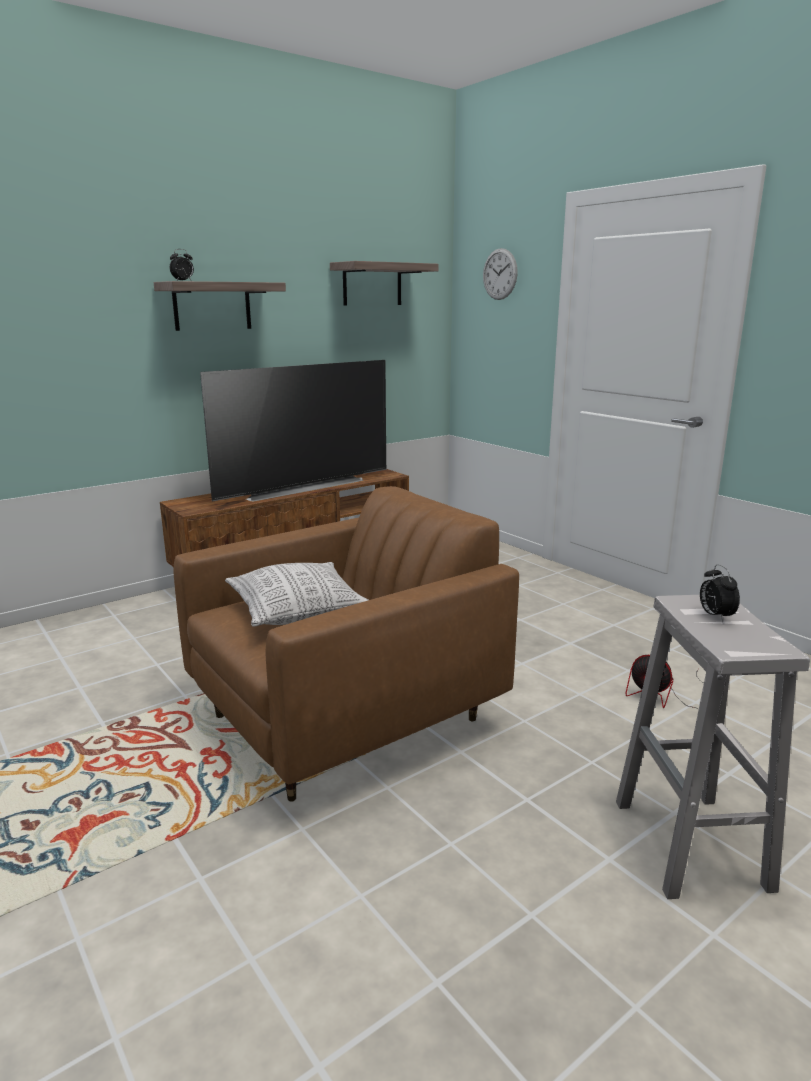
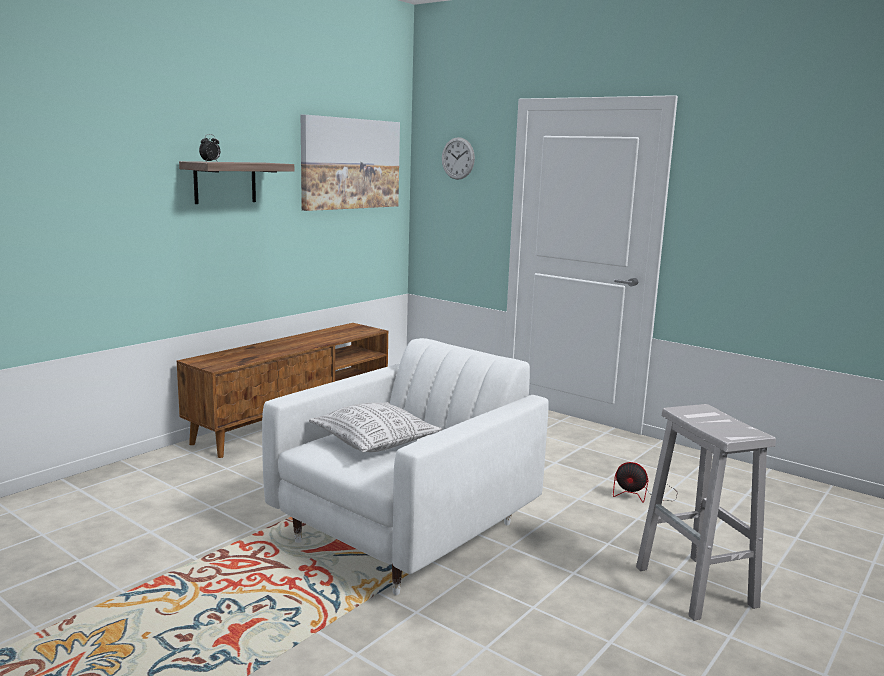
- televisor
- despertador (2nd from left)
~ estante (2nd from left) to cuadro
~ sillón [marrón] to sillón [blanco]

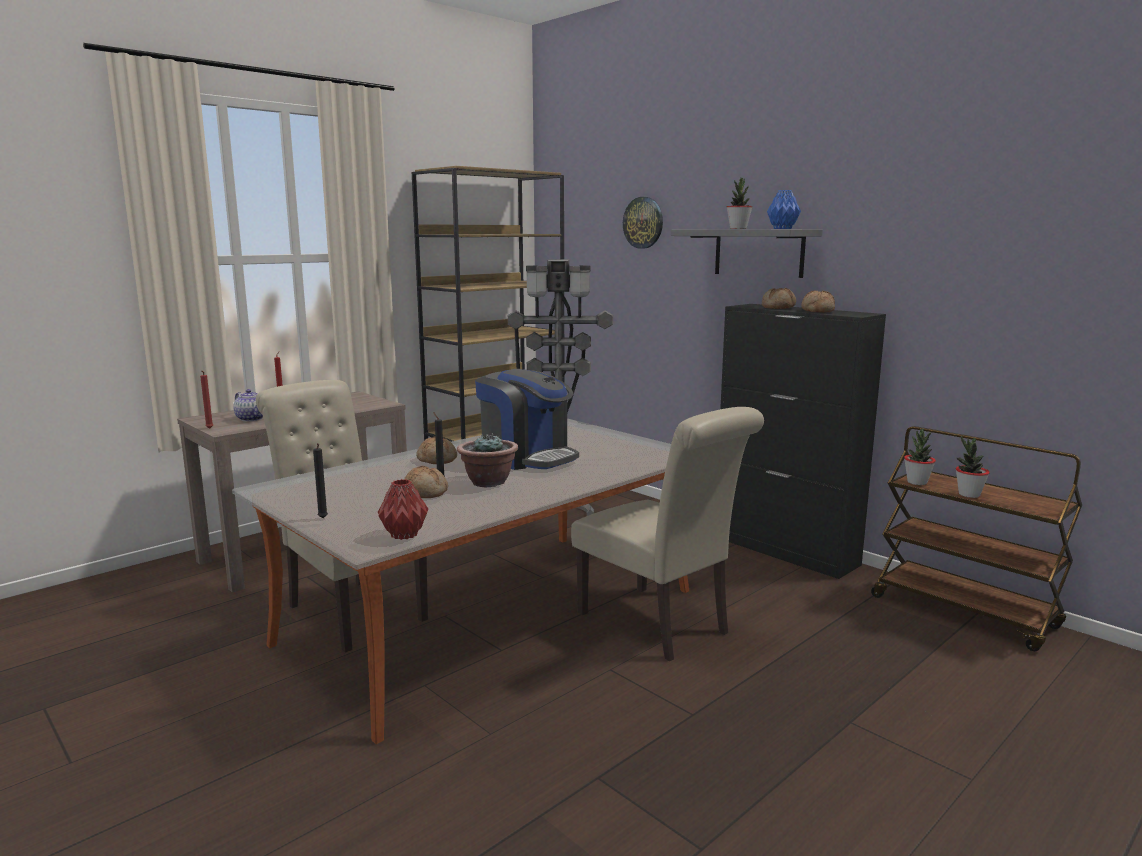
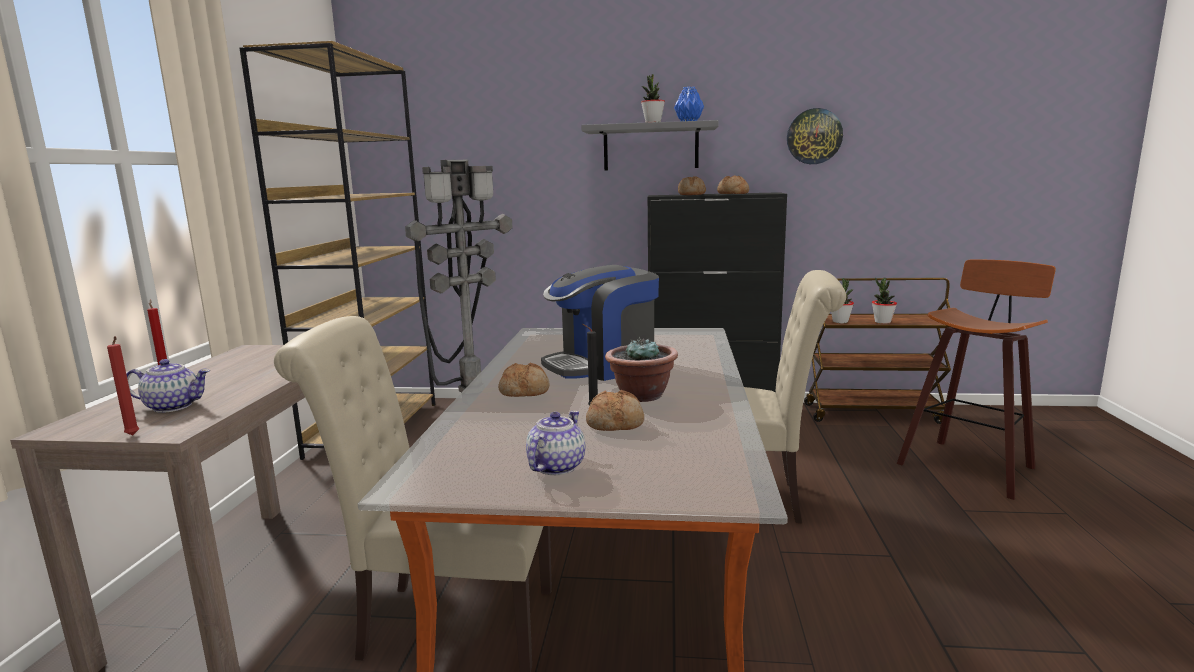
- vela [negro] (1st from left)
- florero [rojo]
+ tetera (2nd from left)
+ taburete
~ reloj de pared
~ cafetera 150 degrees clockwise

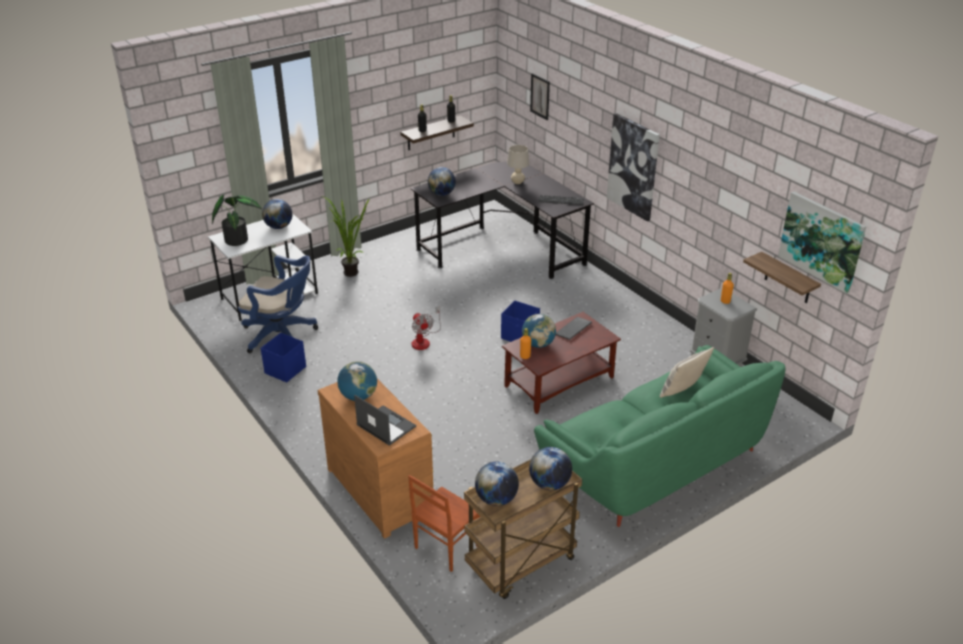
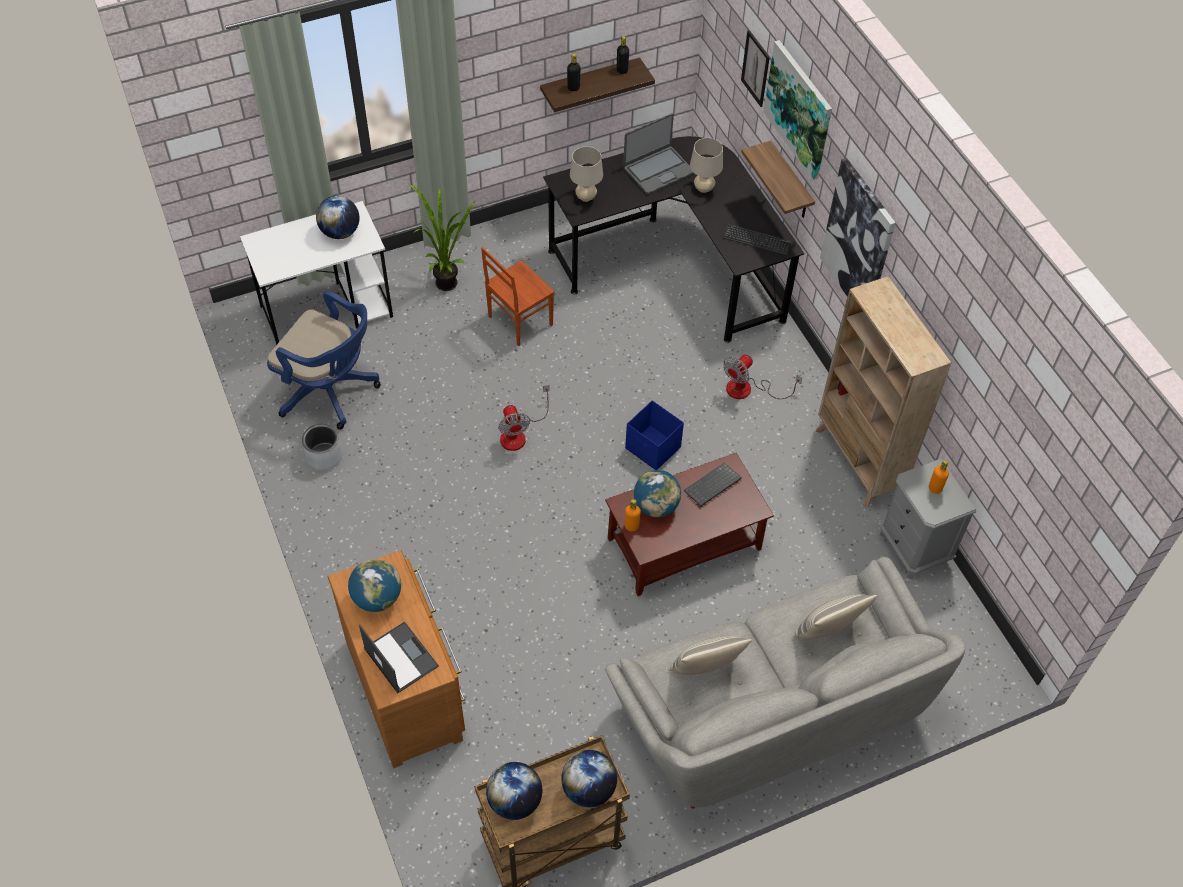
- planta en maceta (1st from left)
+ portátil (2nd from left)
+ cojín (1st from left)
+ ventilador (2nd from left)
+ estantería [beis]
~ silla [marrón]
~ estante (2nd from left)
~ cuadro (3rd from left in the first image) to cuadro (2nd from left)
~ caja de almacenaje [azul] (1st from left) to maceta [gris]
~ globo terráqueo (3rd from left) to lámpara de mesa [beis] (1st from left)
~ sofá [verde] to sofá [gris]

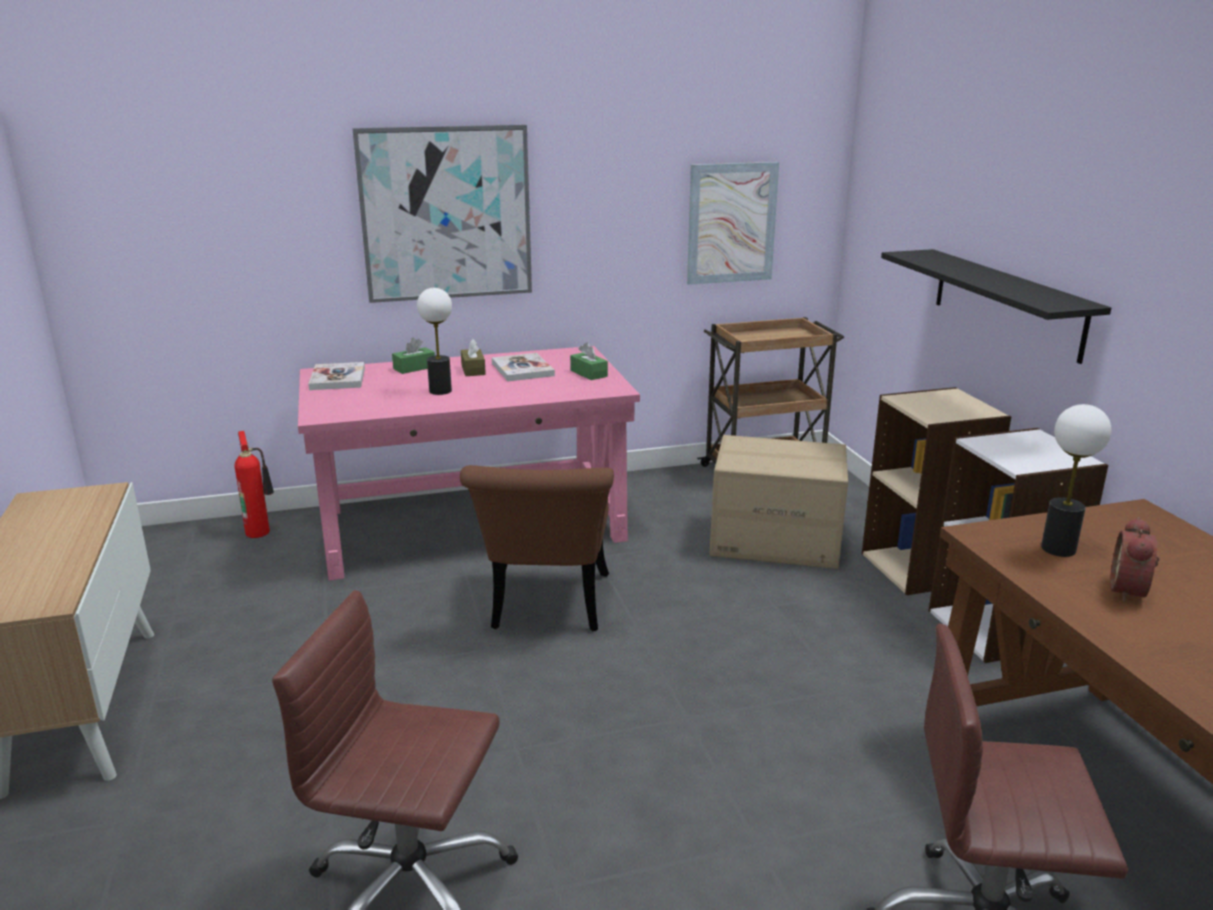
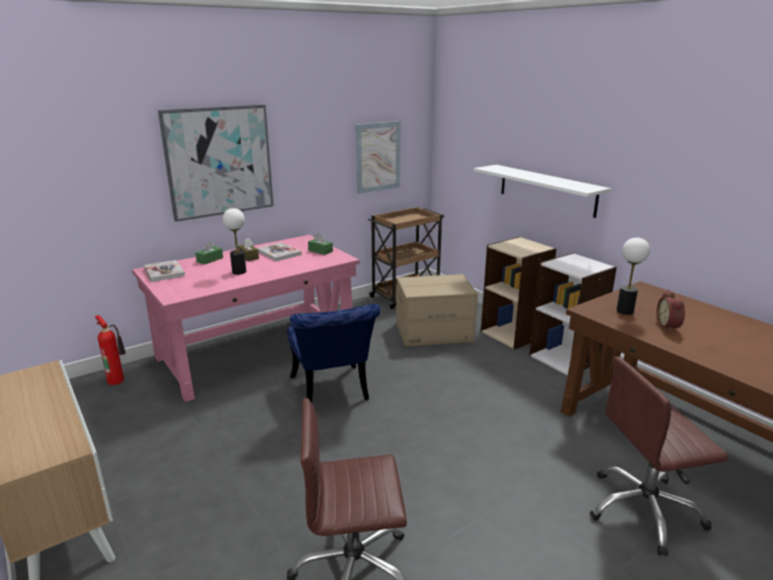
~ silla [marrón] to silla [azul]
~ estante [negro] to estante [blanco]

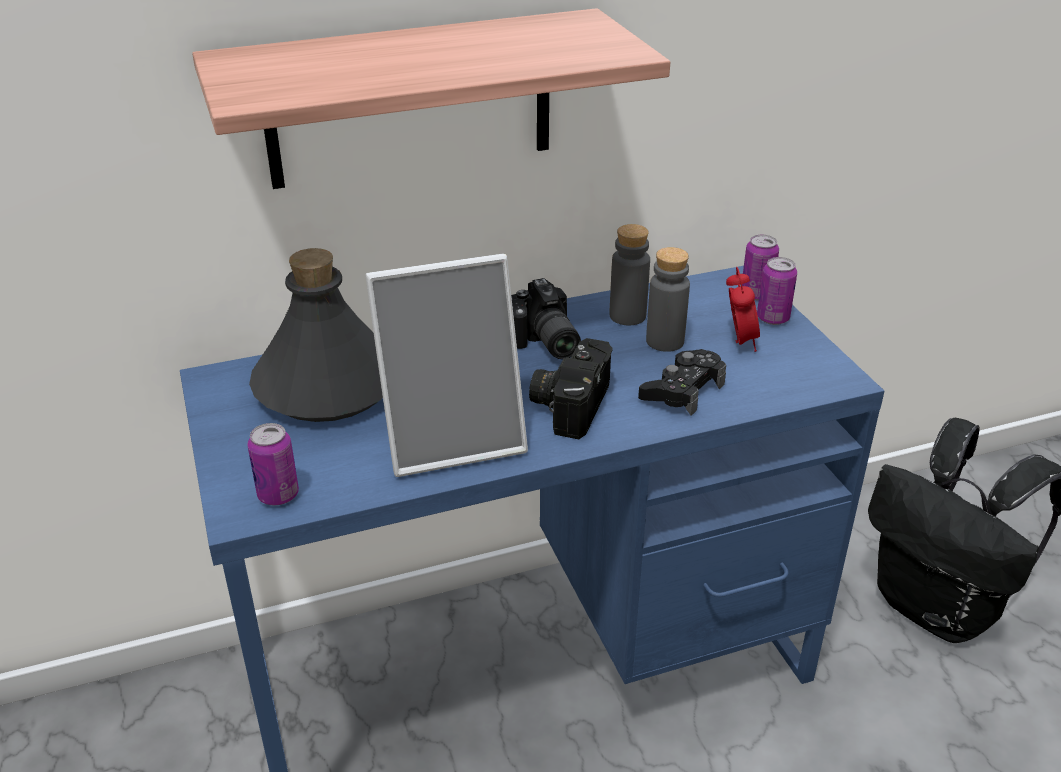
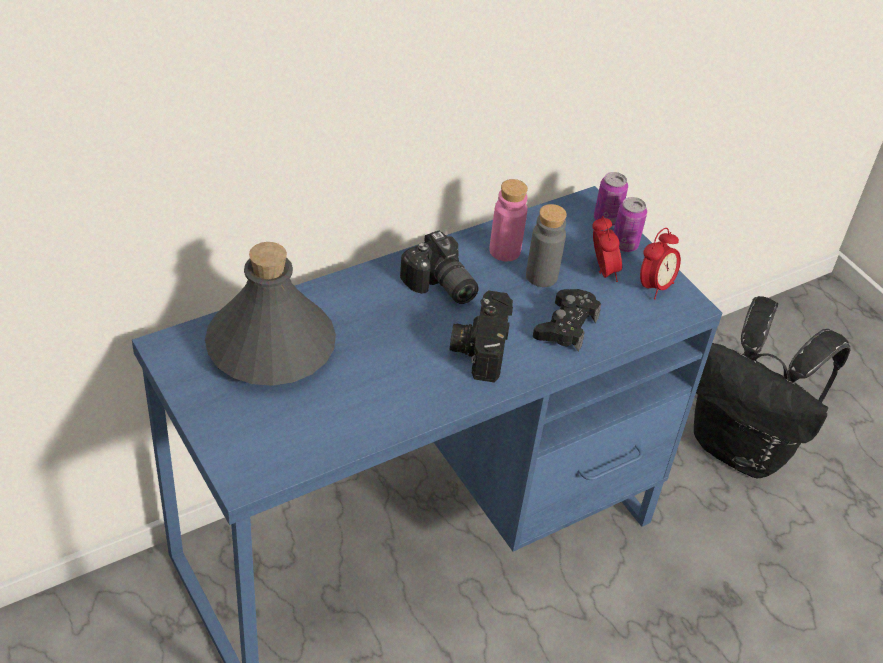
- estante
- lata (1st from left)
- portarretratos
+ despertador (2nd from left)
~ botella [gris] (2nd from left) to botella [rosa]

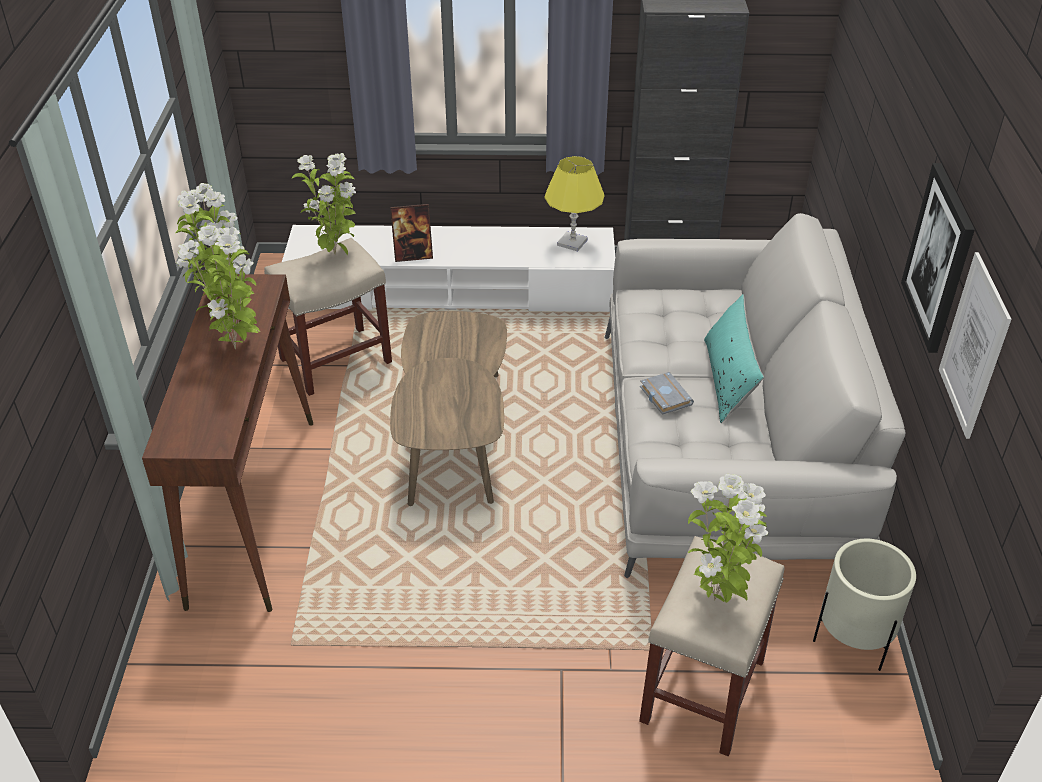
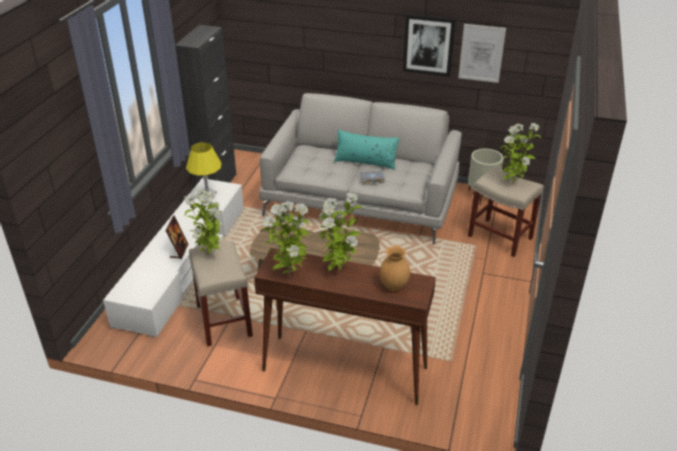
+ florero [marrón]

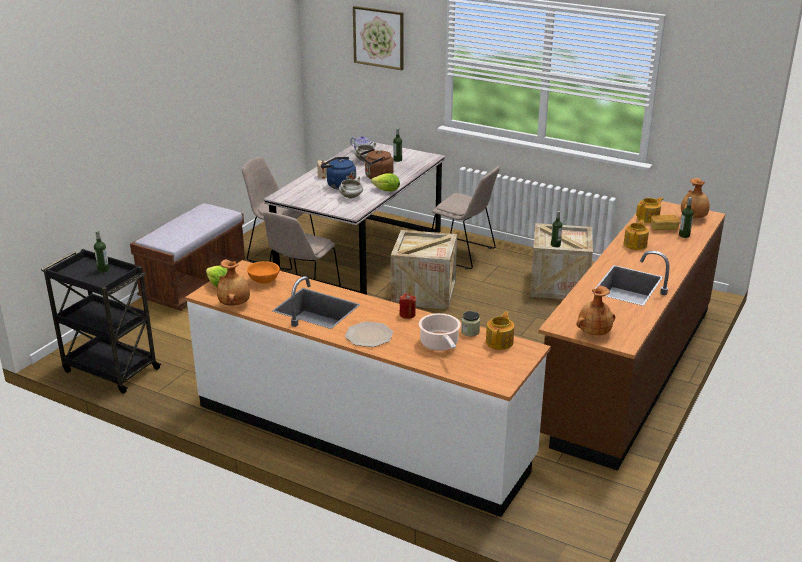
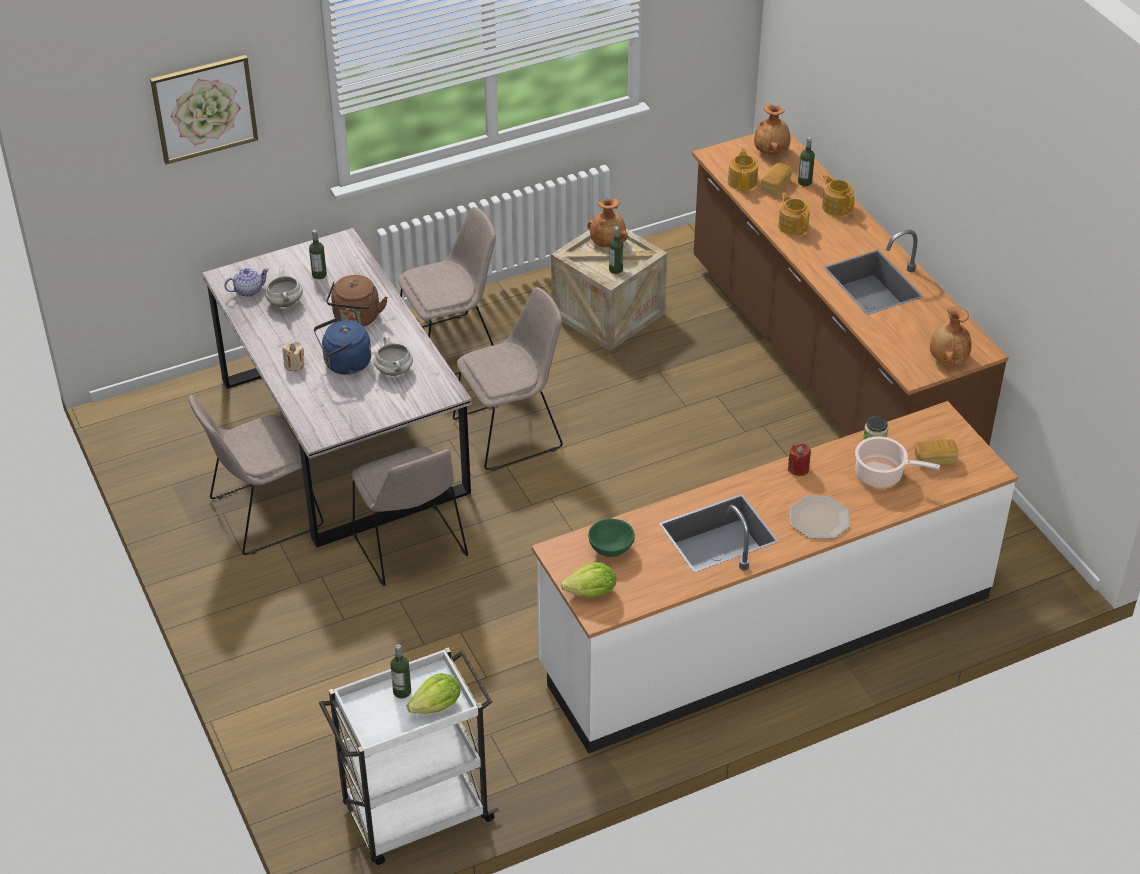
- banco [marrón]
+ pan (2nd from left)
~ florero [marrón] (1st from left)
~ lechuga (2nd from left in the first image) to lechuga (1st from left)
~ tetera (2nd from left in the first image) to tetera (4th from left)
~ caja de embalaje (1st from left) to silla [beis] (4th from left)
~ carrito [negro] to carrito [blanco]
~ cuenco [naranja] to cuenco [verde]

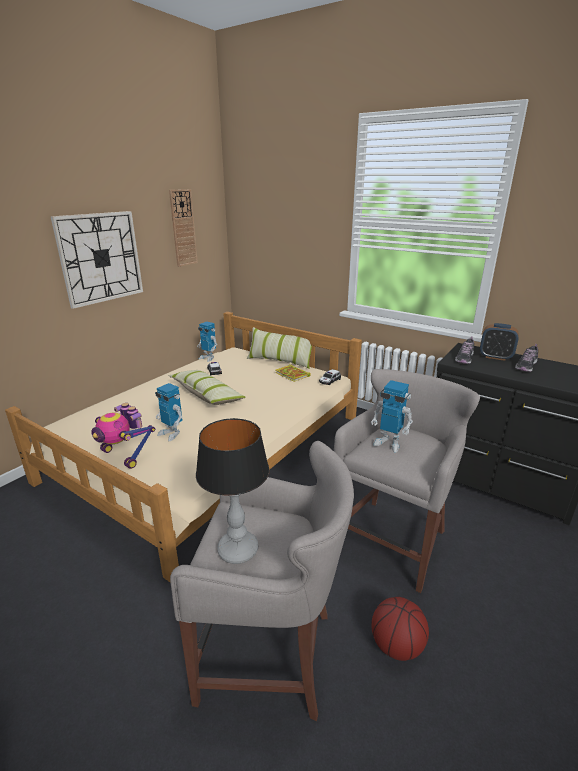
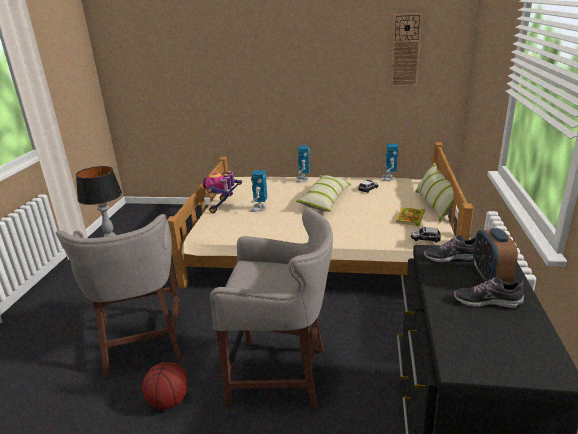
- reloj de pared (1st from left)
~ robot de juguete (4th from left in the first image) to robot de juguete (3rd from left)

